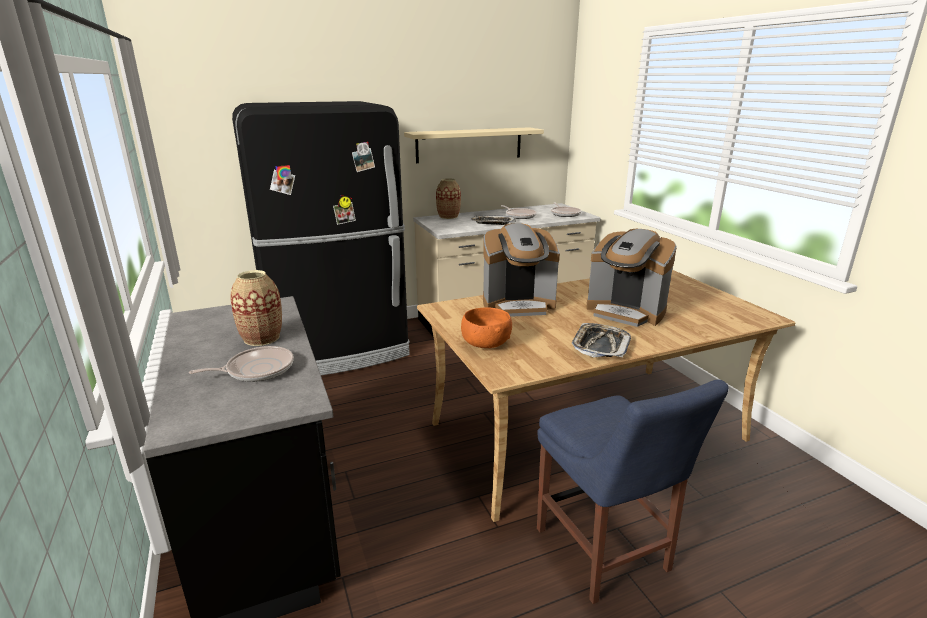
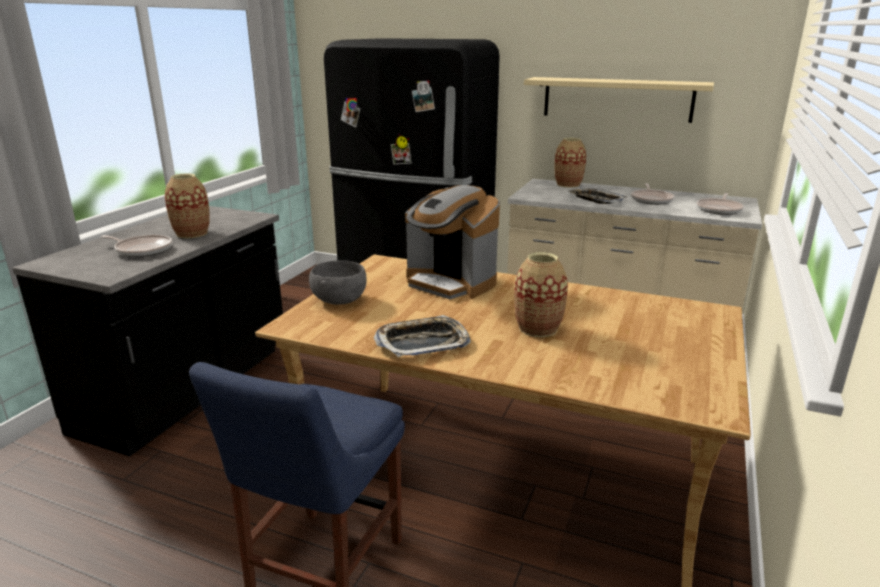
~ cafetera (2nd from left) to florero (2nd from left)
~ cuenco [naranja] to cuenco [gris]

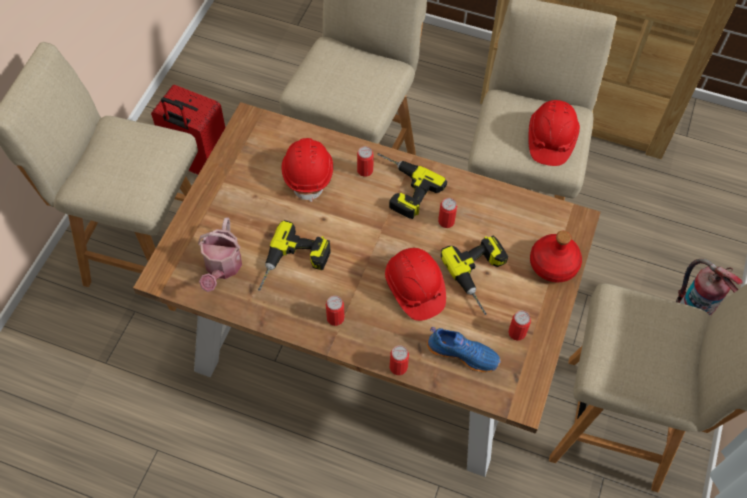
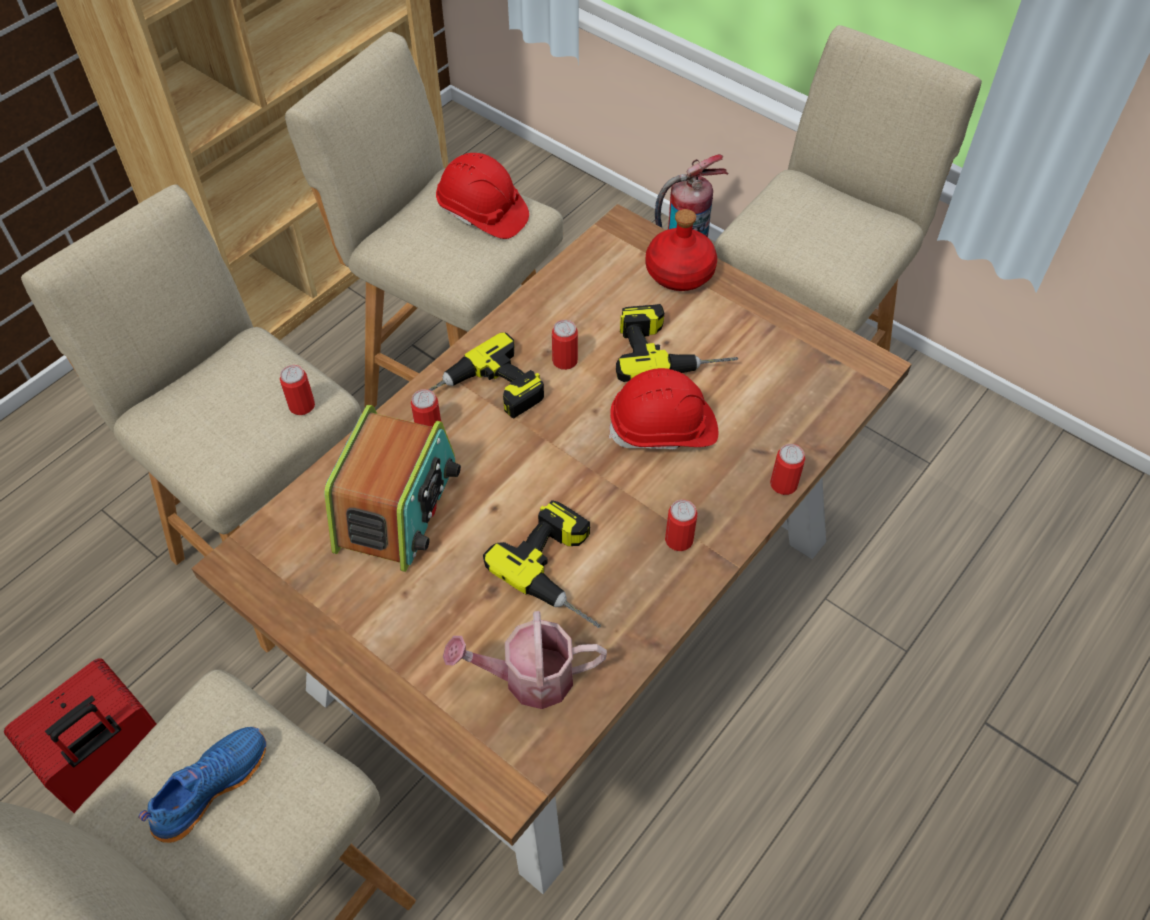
~ zapato [azul]
~ lata (5th from left in the first image) to lata (1st from left)
~ casco [rojo] (1st from left) to radio
~ regadera 150 degrees clockwise

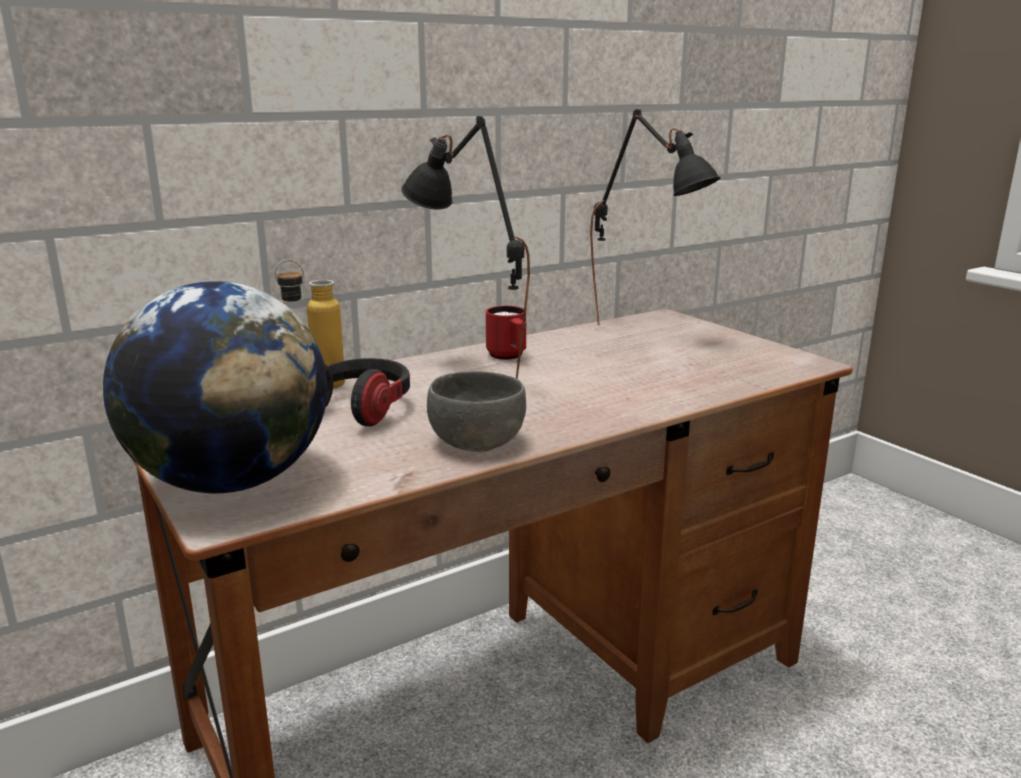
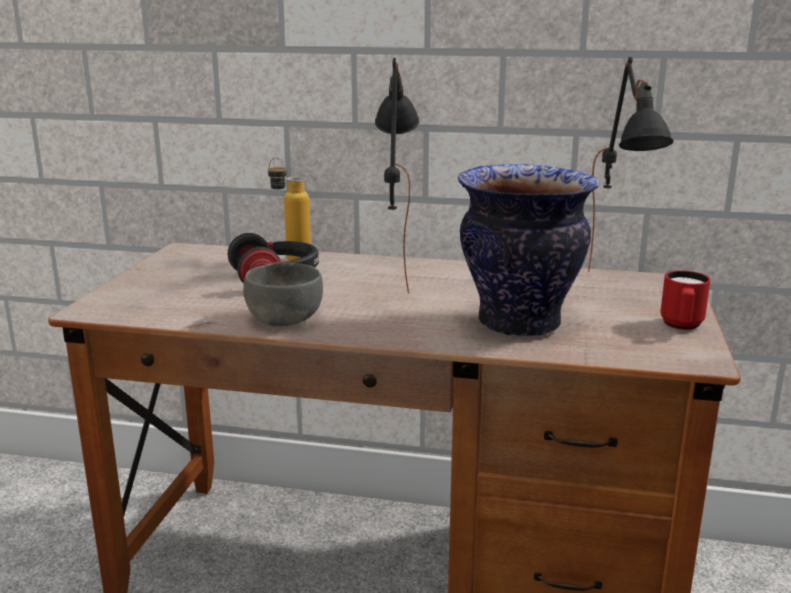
- globo terráqueo
+ florero
~ taza grande [rojo]

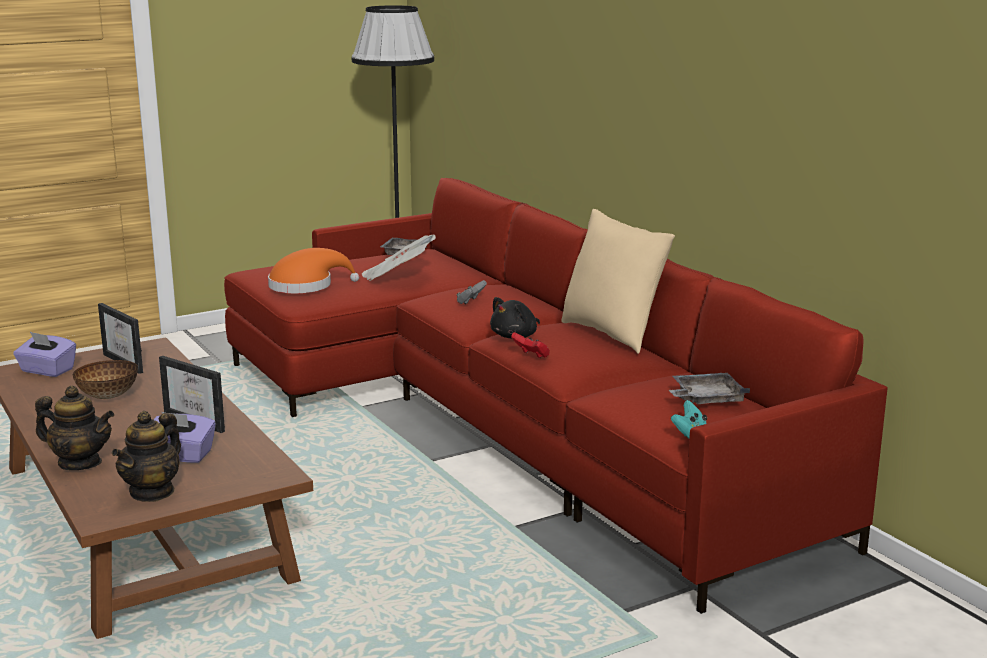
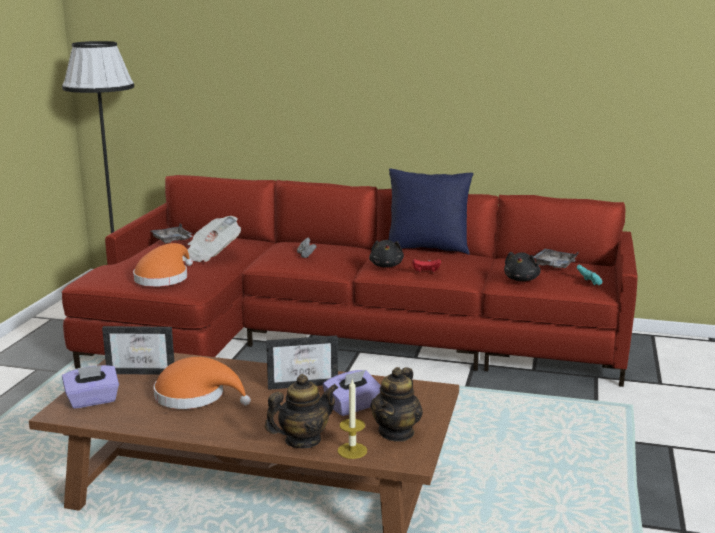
+ vela
+ peluche [negro] (2nd from left)
~ cuenco to sombrero [naranja] (2nd from left)
~ cojín [beis] to cojín [azul]
~ tetera (2nd from left) 45 degrees clockwise

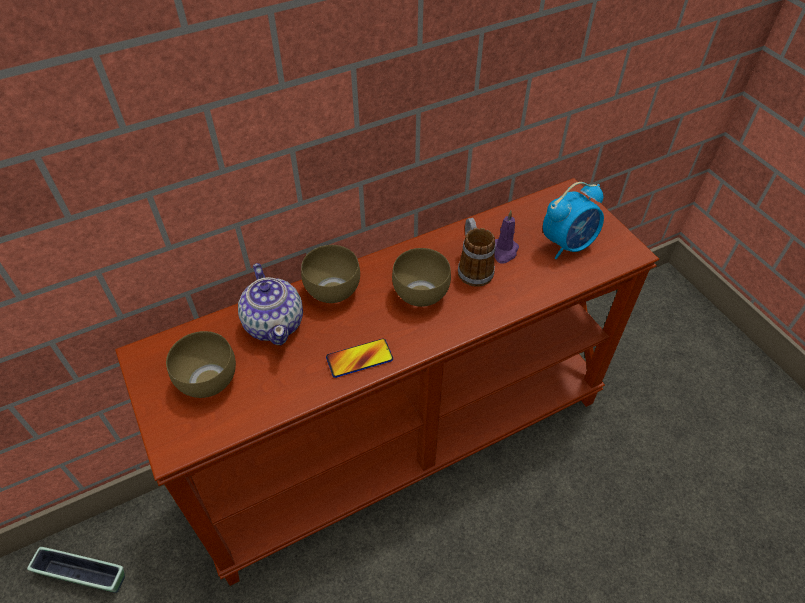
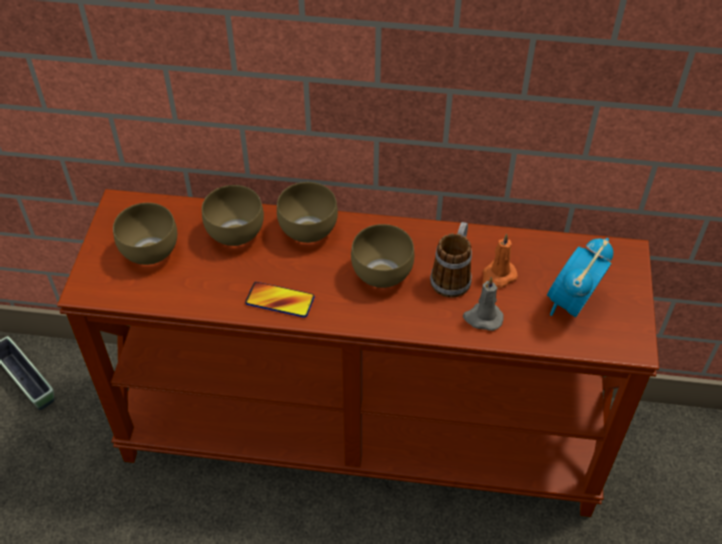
+ vela [gris]
~ tetera to cuenco [marrón] (2nd from left)
~ vela [morado] to vela [naranja]
~ despertador 120 degrees clockwise

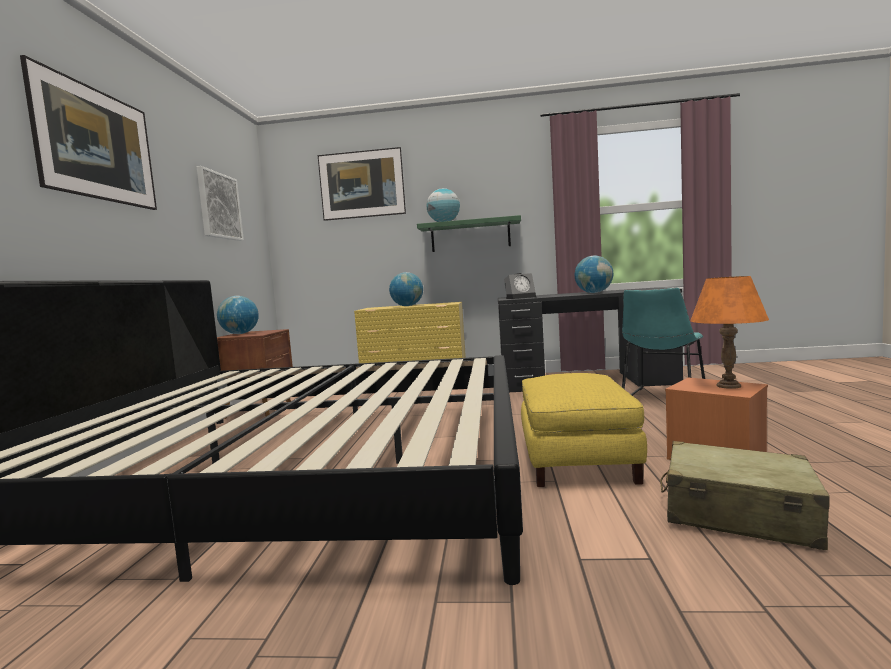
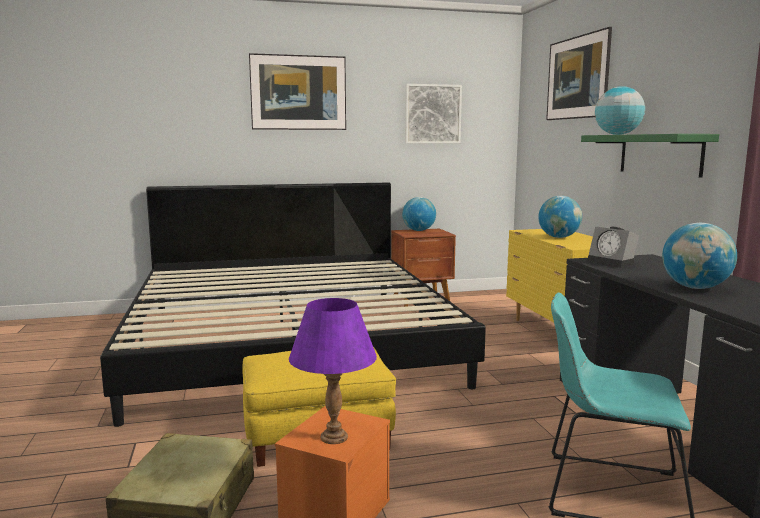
~ lámpara de mesa [naranja] to lámpara de mesa [morado]

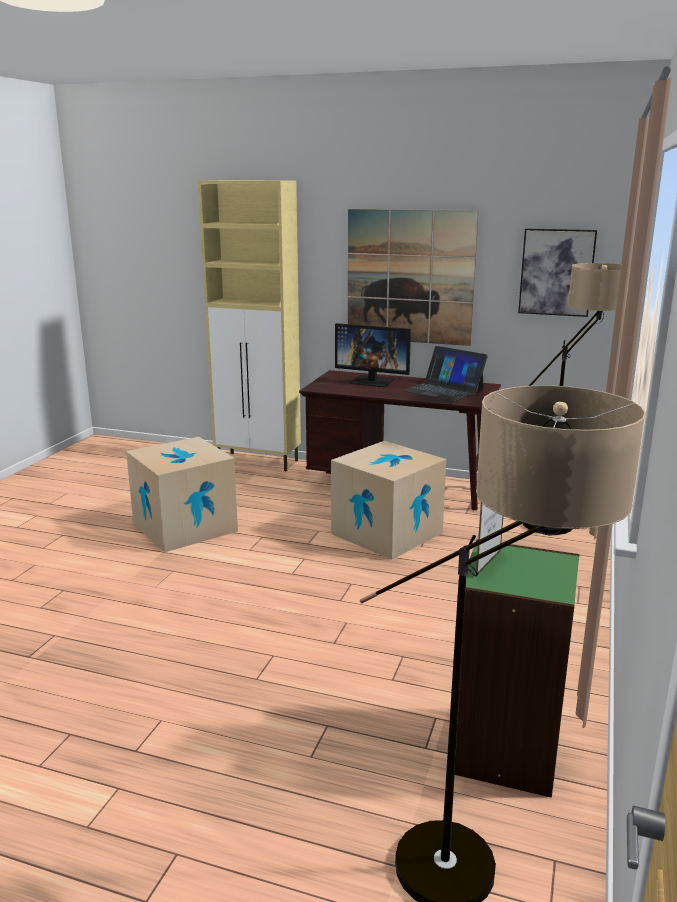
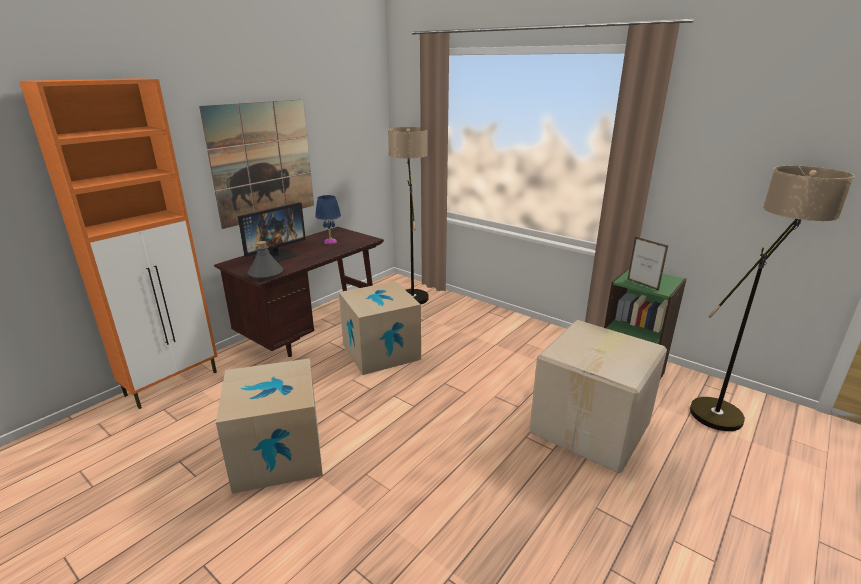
- cuadro (2nd from left)
+ botella [gris]
+ caja de cartón (3rd from left)
~ portátil to lámpara de mesa [azul]
~ armario [beis] to armario [naranja]

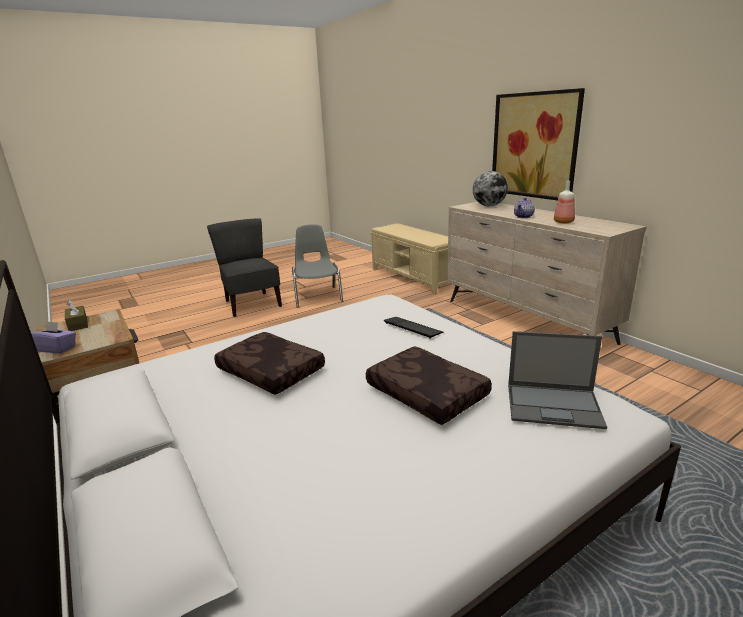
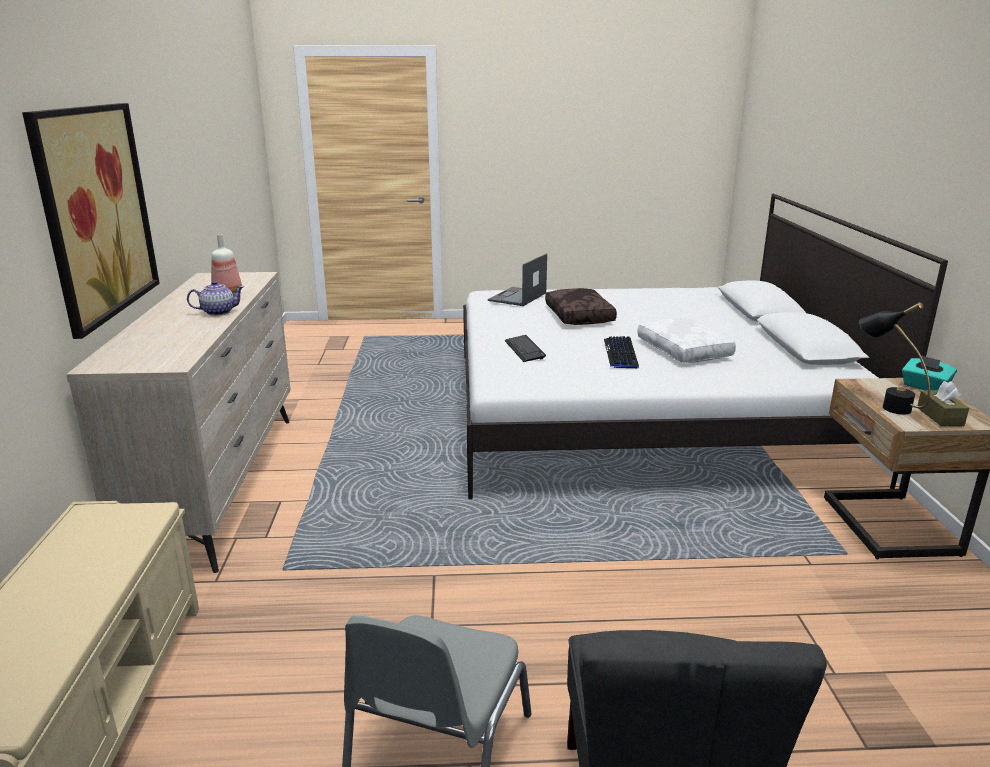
- globo terráqueo
+ teclado (2nd from left)
+ lámpara de mesa [negro]
~ caja de pañuelos [morado] to caja de pañuelos [turquesa]
~ cojín [marrón] (1st from left) to cojín [blanco]
~ portátil 105 degrees counterclockwise

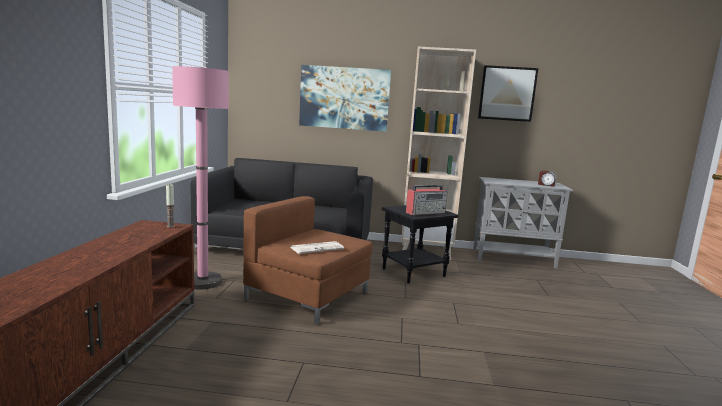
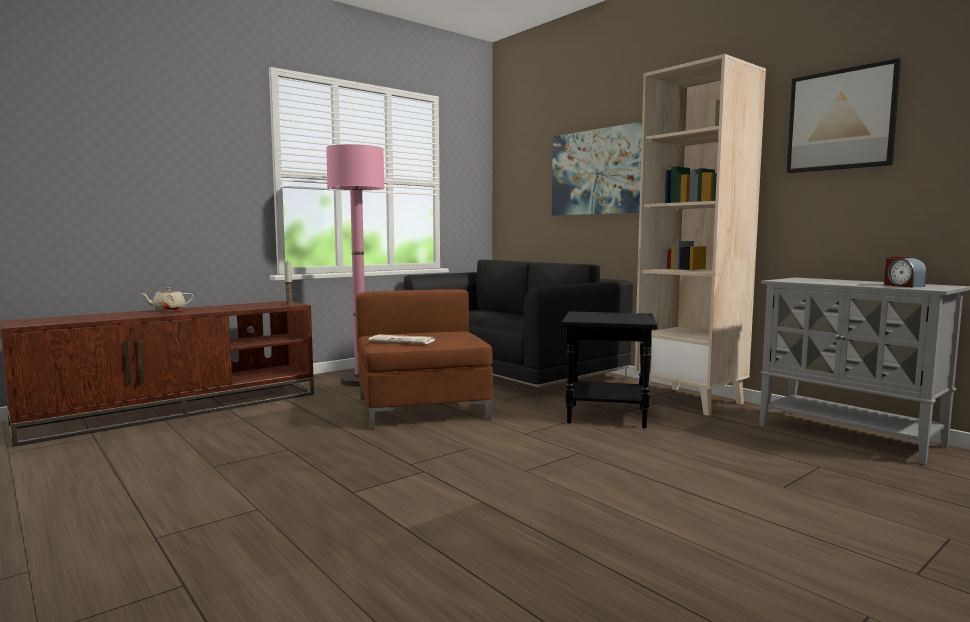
- radio
+ tetera [beis]

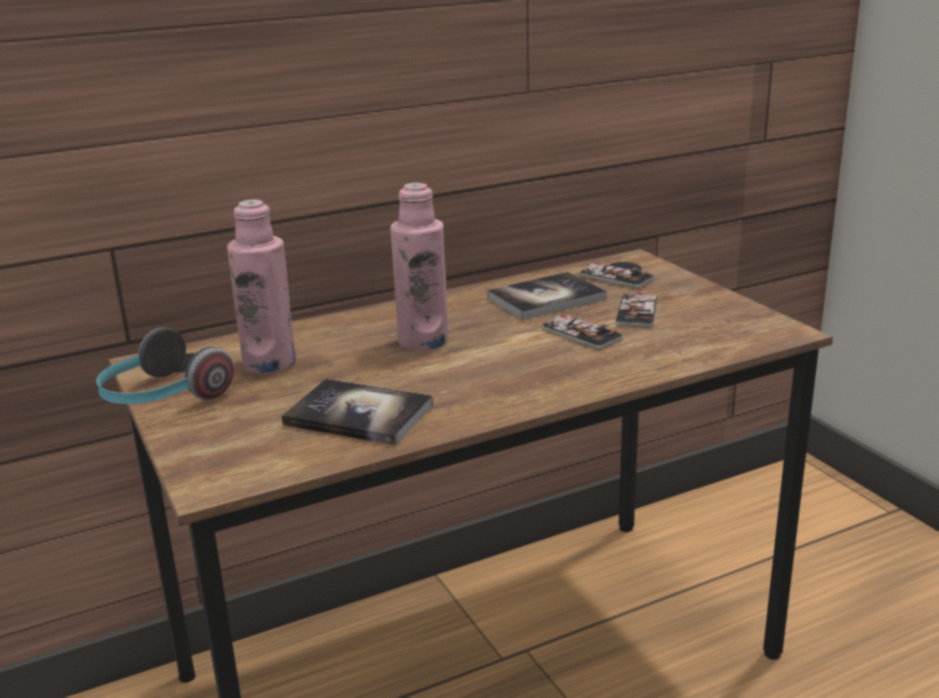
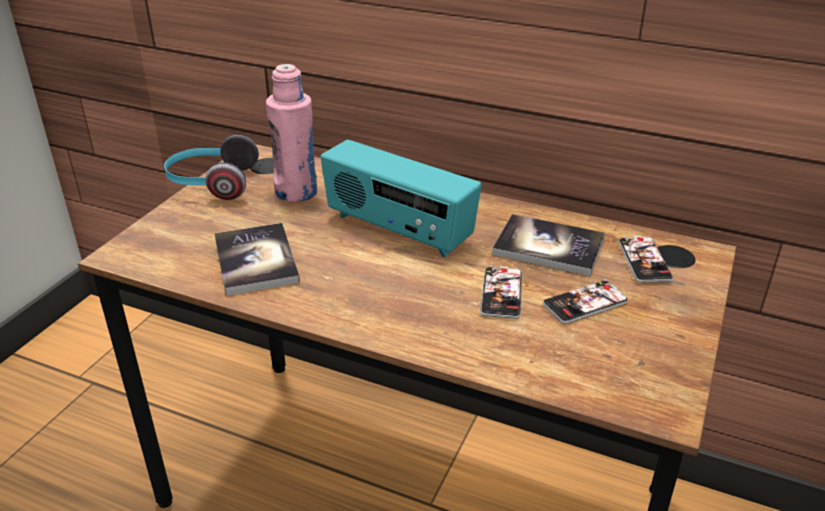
~ botella [rosa] (2nd from left) to radio

